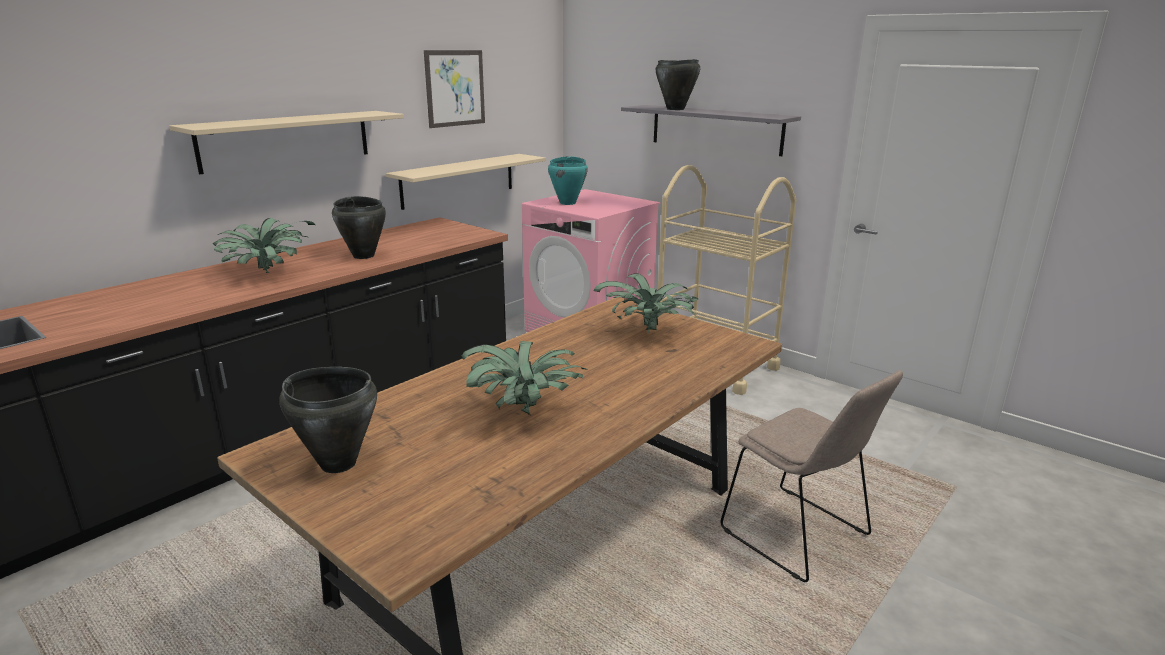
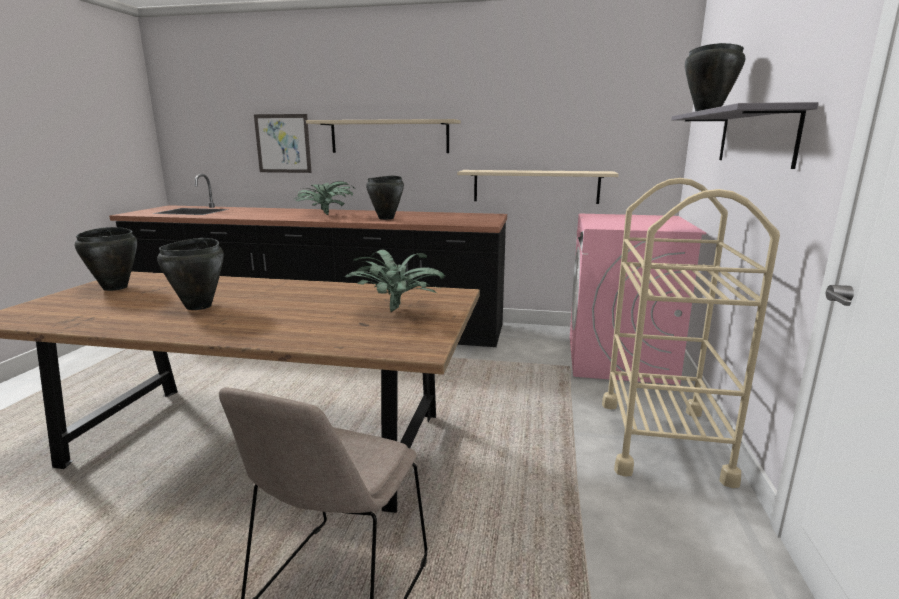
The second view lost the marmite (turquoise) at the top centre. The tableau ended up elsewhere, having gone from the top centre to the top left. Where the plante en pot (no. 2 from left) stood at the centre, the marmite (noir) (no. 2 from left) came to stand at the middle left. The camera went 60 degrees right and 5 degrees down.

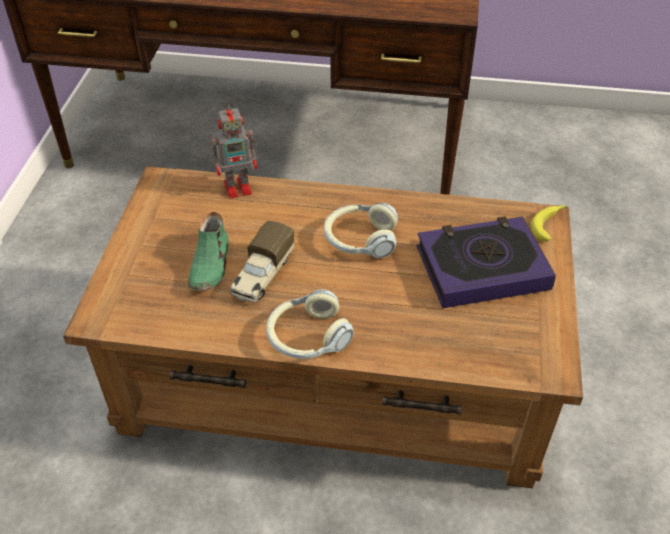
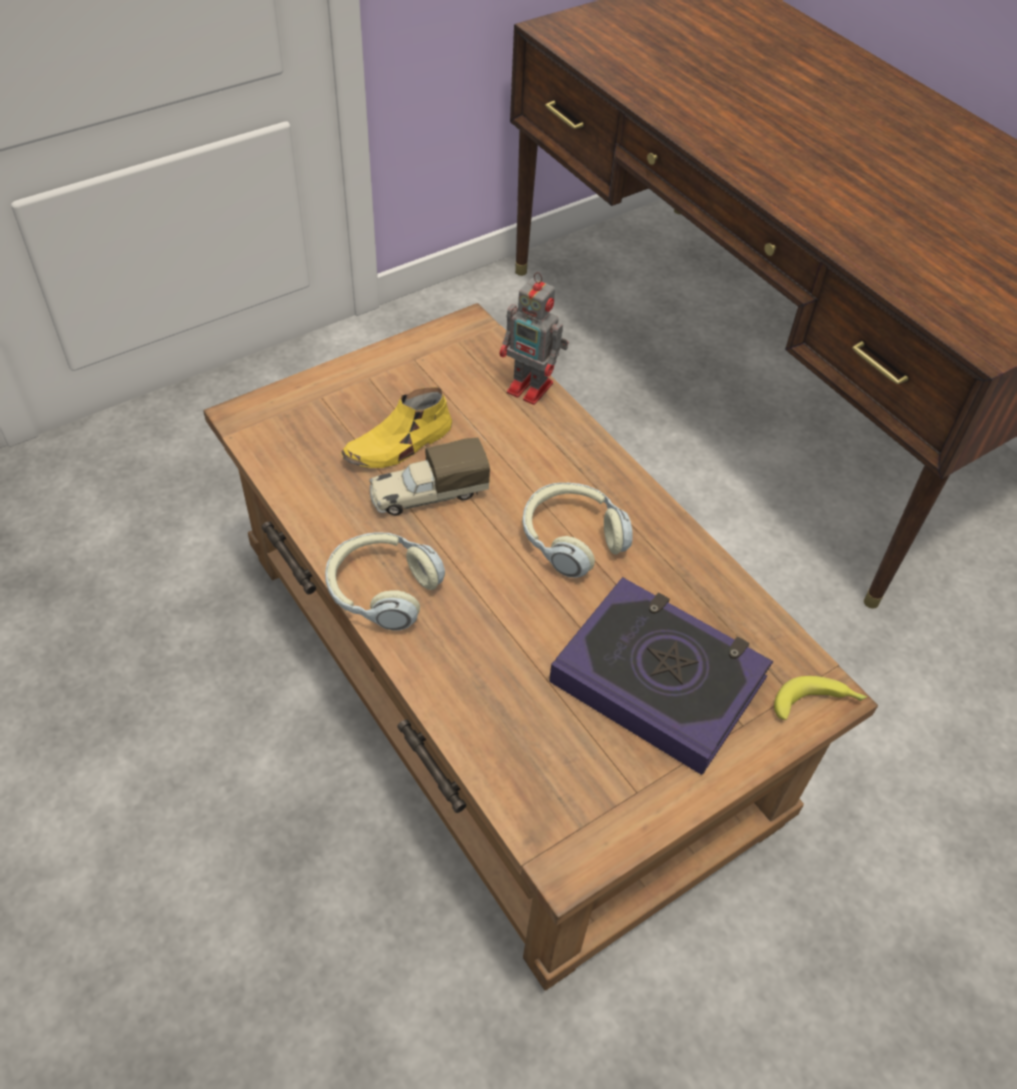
What was the chaussure (vert) at the middle left turned into the chaussure (jaune) at the centre. The camera went 45 degrees right and 5 degrees up.

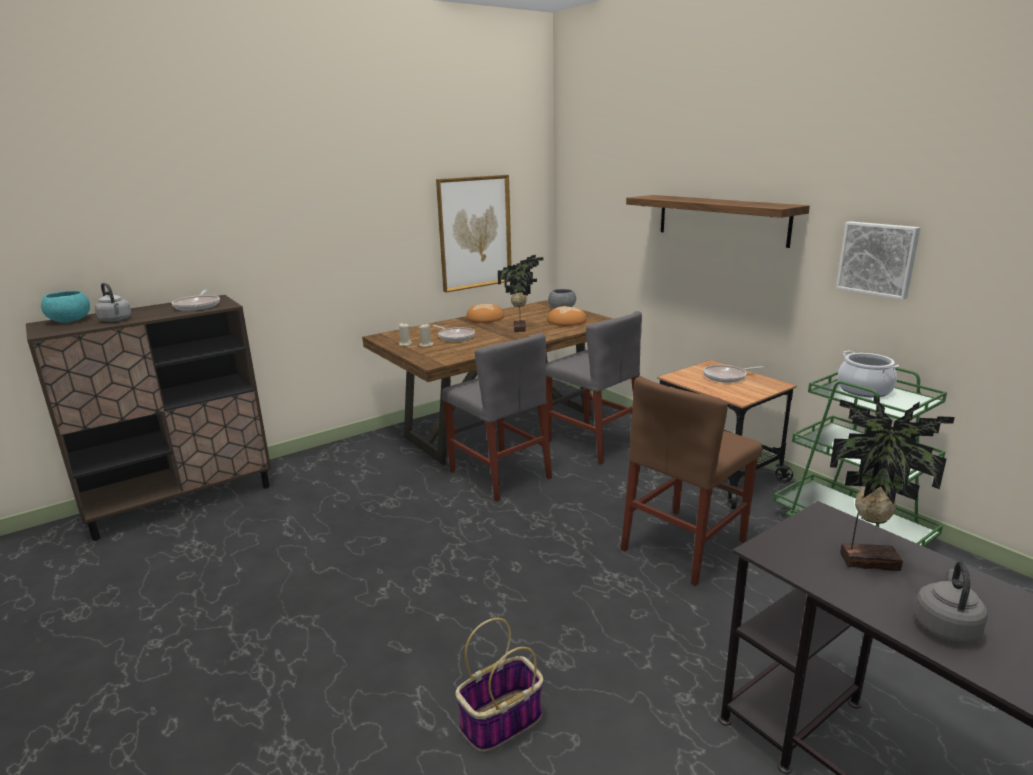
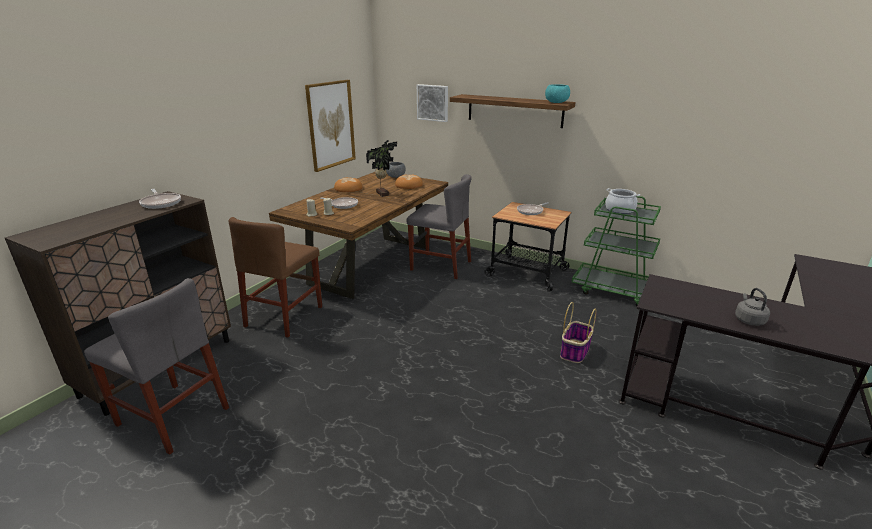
The second view lost the bouilloire (gris) (no. 1 from left) at the middle left. The second view lost the plante en pot (no. 2 from left) at the middle right. The bol (turquoise) ended up elsewhere, having gone from the middle left to the top centre. The chaise (gris) (no. 1 from left) ended up elsewhere, having gone from the centre to the bottom left. The panier ended up elsewhere, having gone from the bottom centre to the centre. The chaise (marron) ended up elsewhere, having gone from the middle right to the middle left. The tableau (no. 2 from left) ended up elsewhere, having gone from the middle right to the top centre. The camera went 25 degrees left and 5 degrees up.

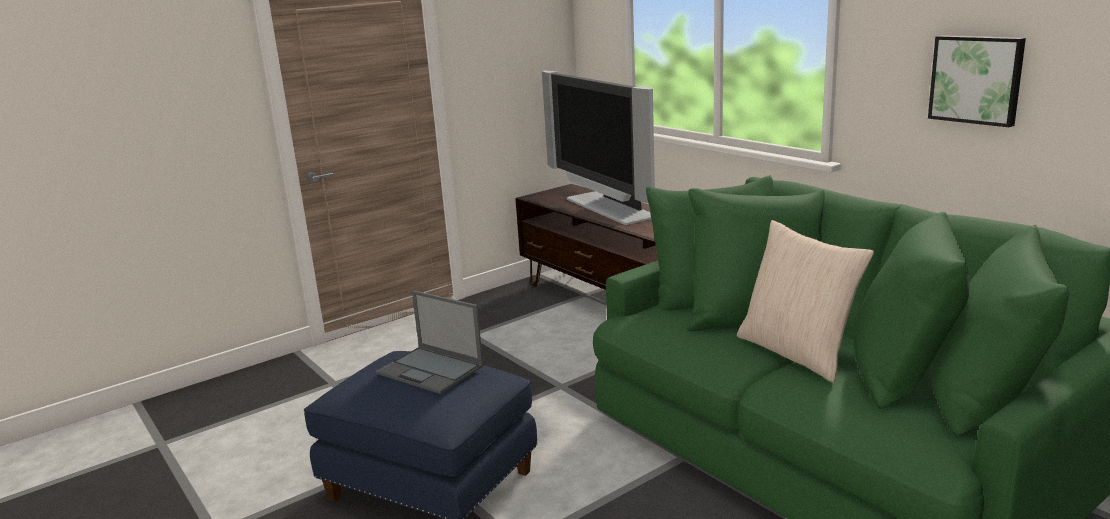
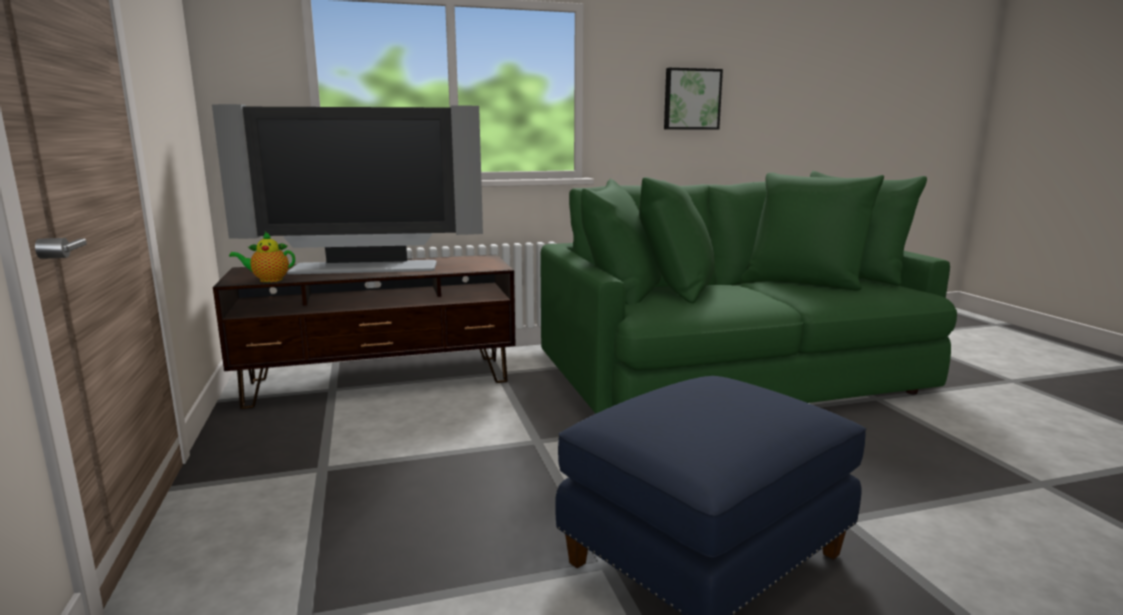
The second view lost the ordinateur portable at the centre. The second view lost the coussin (beige) at the middle right. The second view gained the théière at the middle left. The camera went 70 degrees left and 5 degrees down.

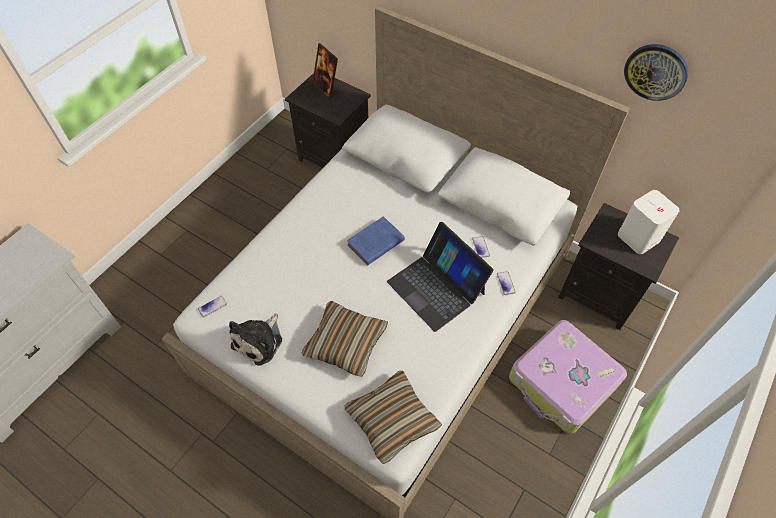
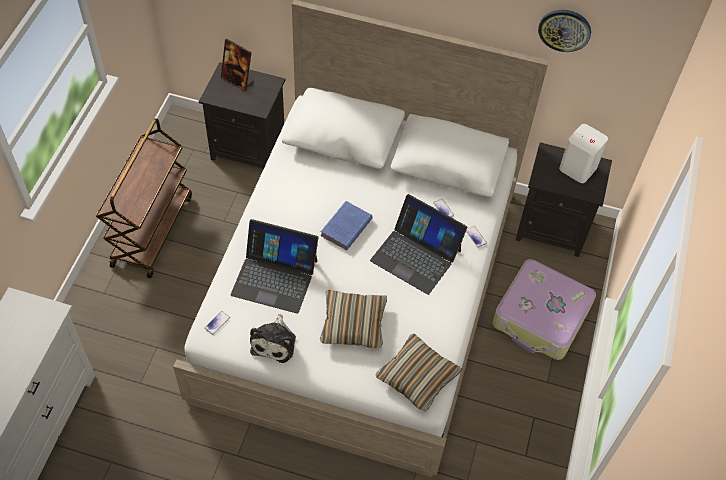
The second view gained the chariot (marron) at the middle left. The second view gained the ordinateur portable (no. 1 from left) at the centre. The camera went 20 degrees left and 0 degrees up.

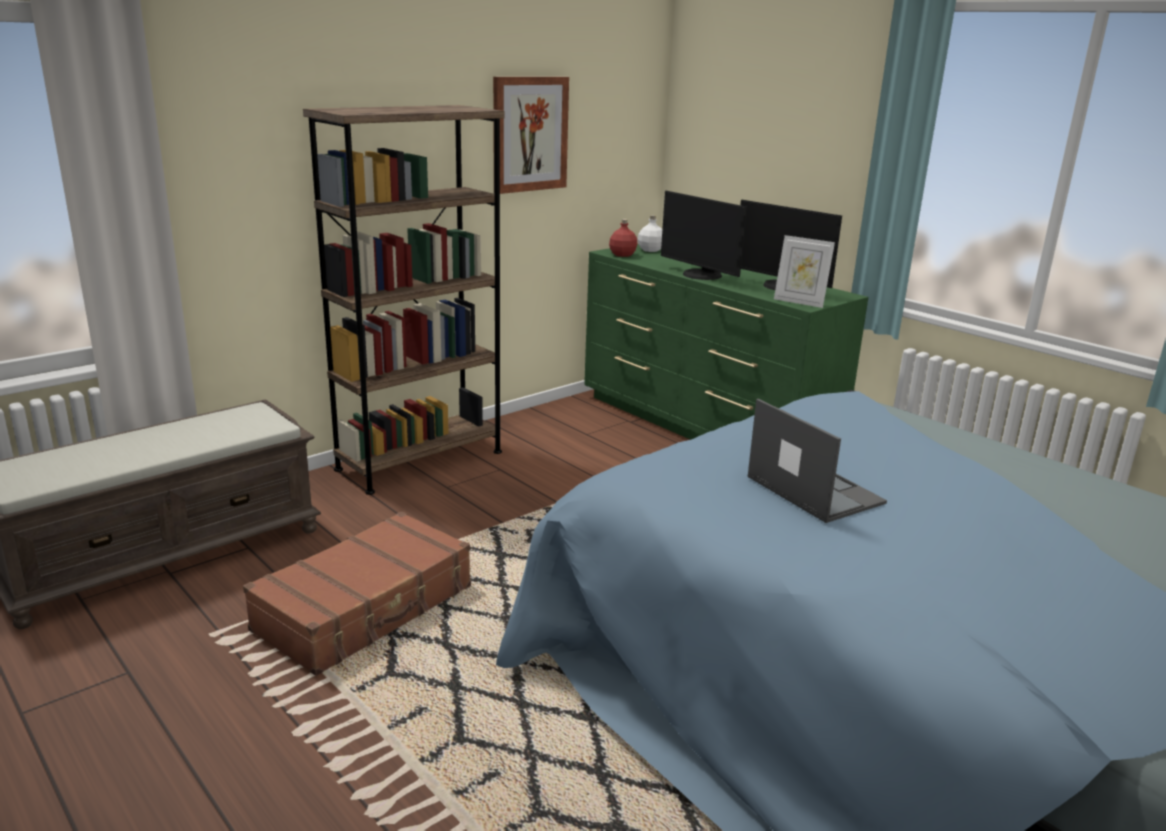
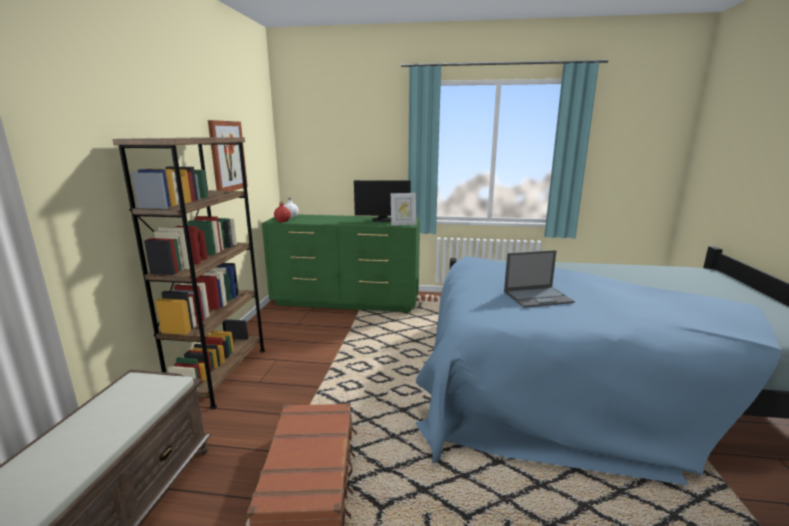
The second view lost the écran d'ordinateur (no. 1 from left) at the top centre. The ordinateur portable at the middle right ended up facing another way, 150 degrees clockwise from before. The camera went 40 degrees left and 5 degrees down.

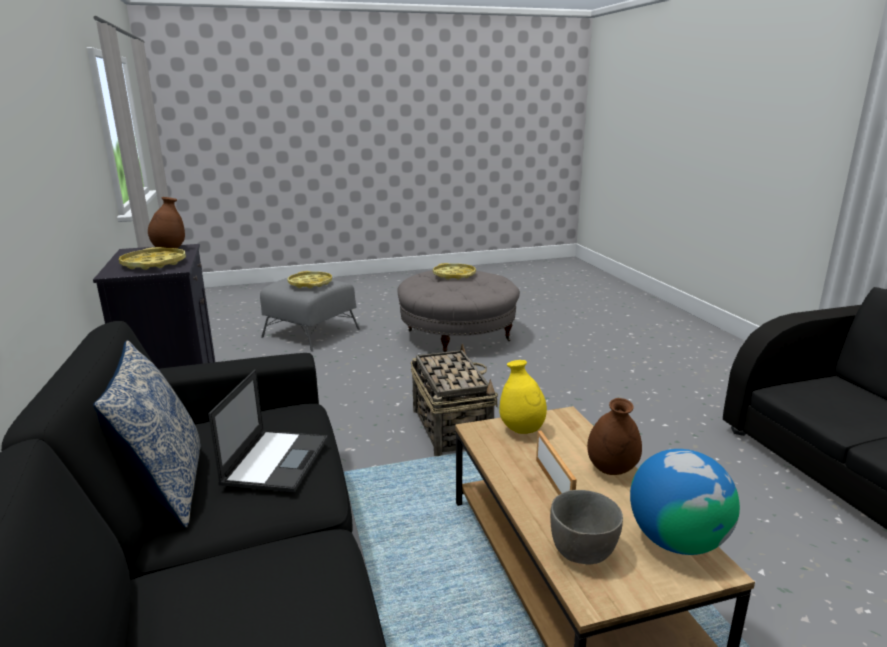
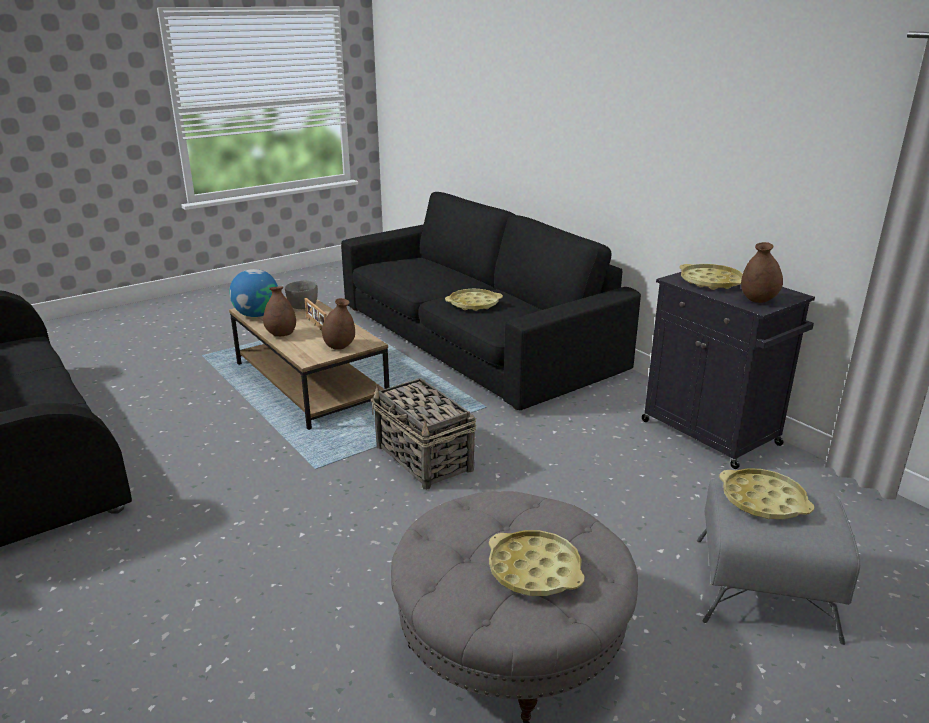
The second view lost the coussin at the bottom left. Where the ordinateur portable stood at the middle left, the plateau (jaune) (no. 1 from left) came to stand at the centre. What was the vase (jaune) at the centre turned into the vase (marron) (no. 2 from left) at the centre. The camera went 160 degrees right and 5 degrees up.

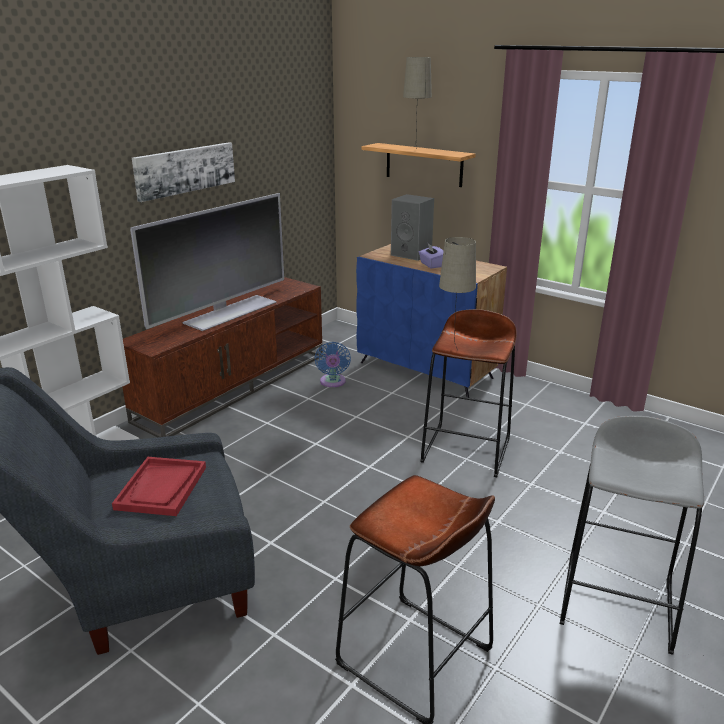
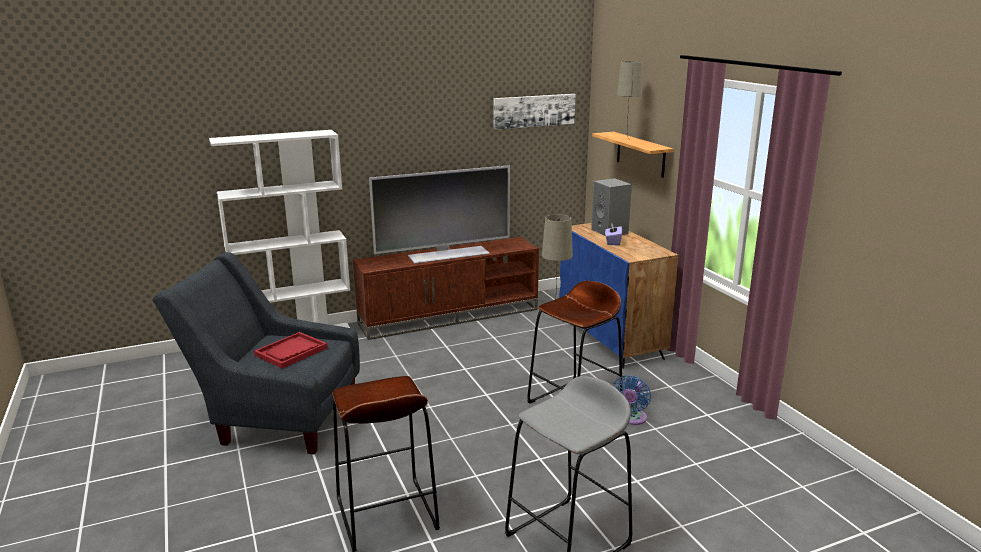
The tableau ended up elsewhere, having gone from the top left to the top centre. The ventilateur (bleu) ended up elsewhere, having gone from the centre to the bottom centre. The camera went 30 degrees right and 5 degrees down.

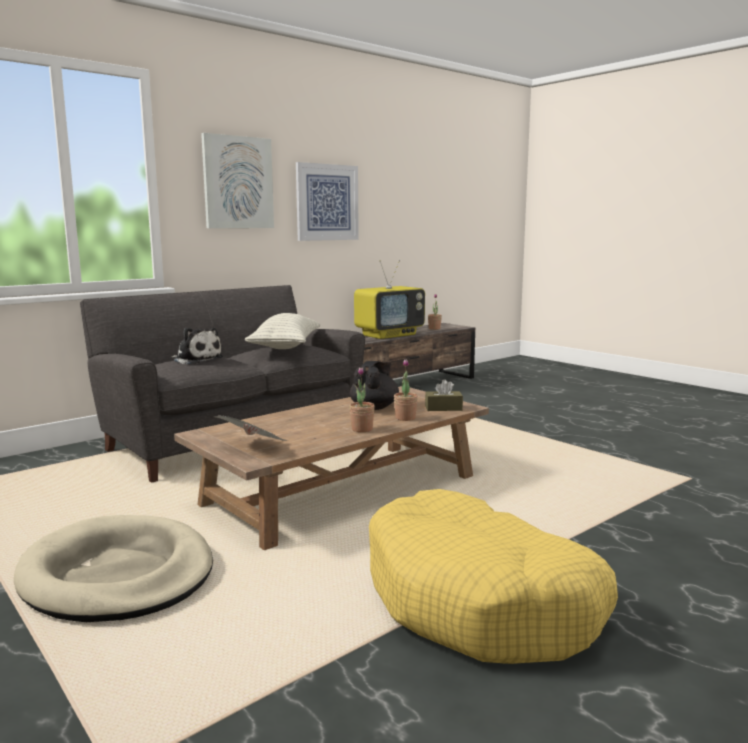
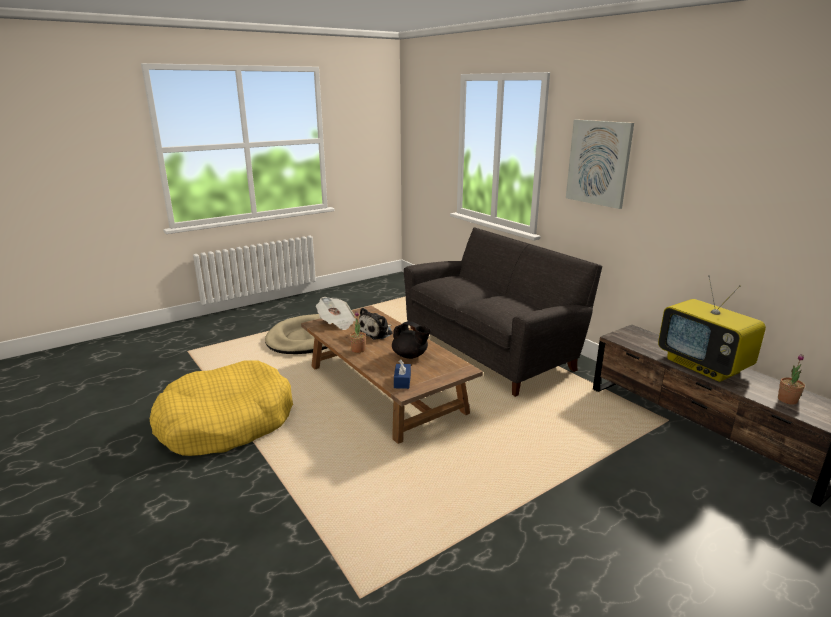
The second view lost the coussin at the centre. The second view lost the tableau (no. 2 from left) at the top centre. The second view lost the plante en pot (no. 2 from left) at the centre. The peluche ended up elsewhere, having gone from the middle left to the centre. What was the boîte à mouchoirs (marron) at the centre turned into the boîte à mouchoirs (bleu) at the centre. The camera went 95 degrees right and 10 degrees up.

